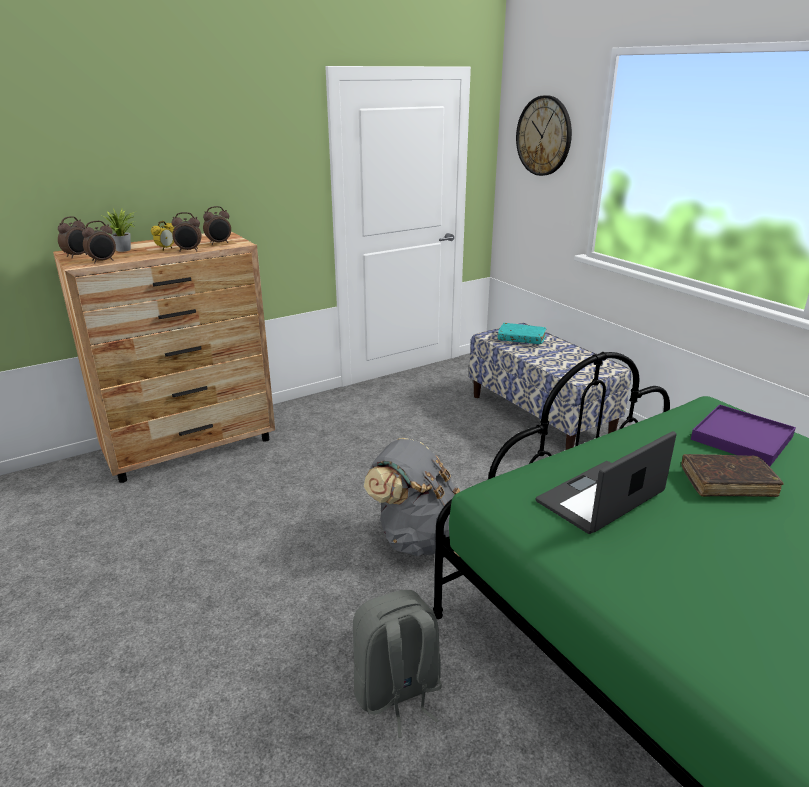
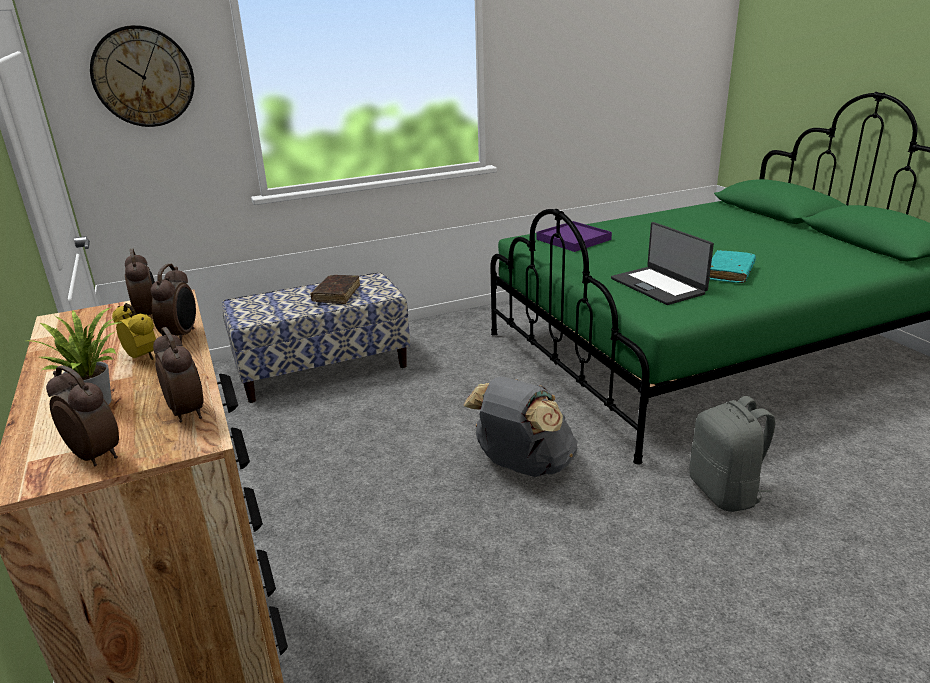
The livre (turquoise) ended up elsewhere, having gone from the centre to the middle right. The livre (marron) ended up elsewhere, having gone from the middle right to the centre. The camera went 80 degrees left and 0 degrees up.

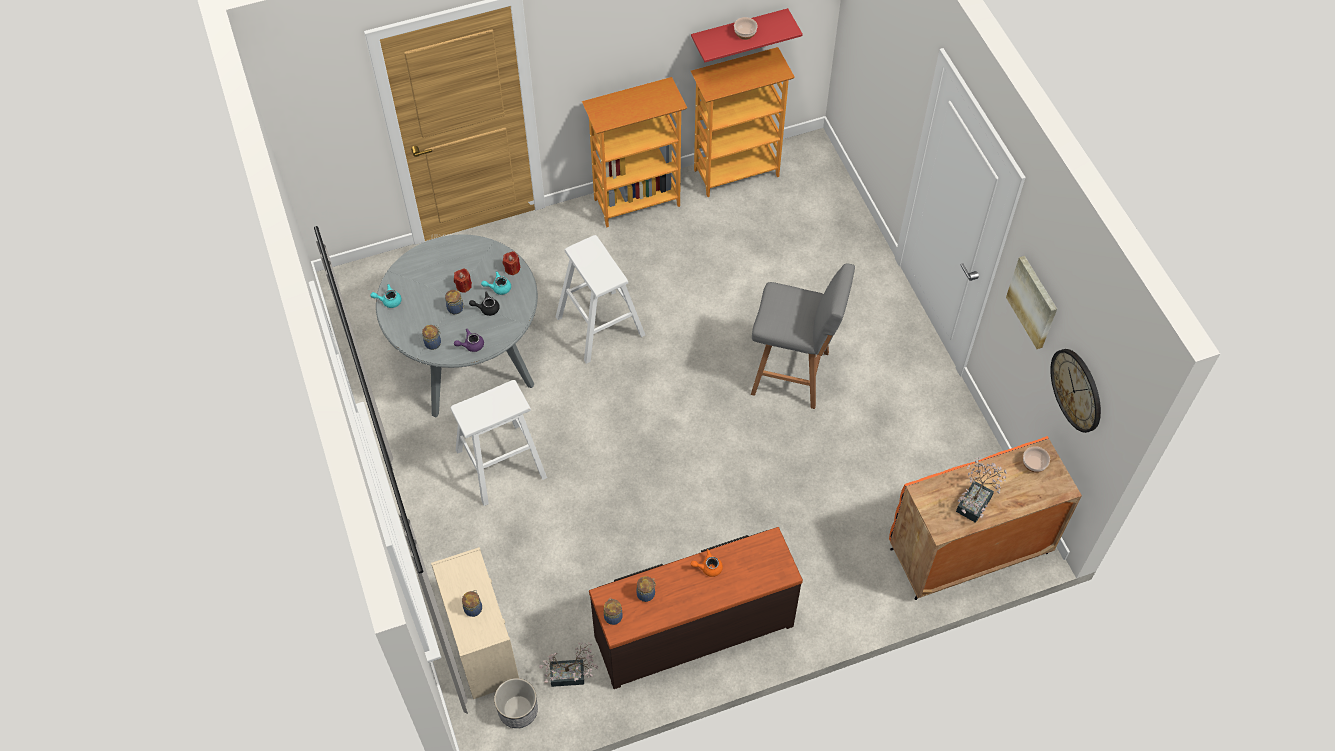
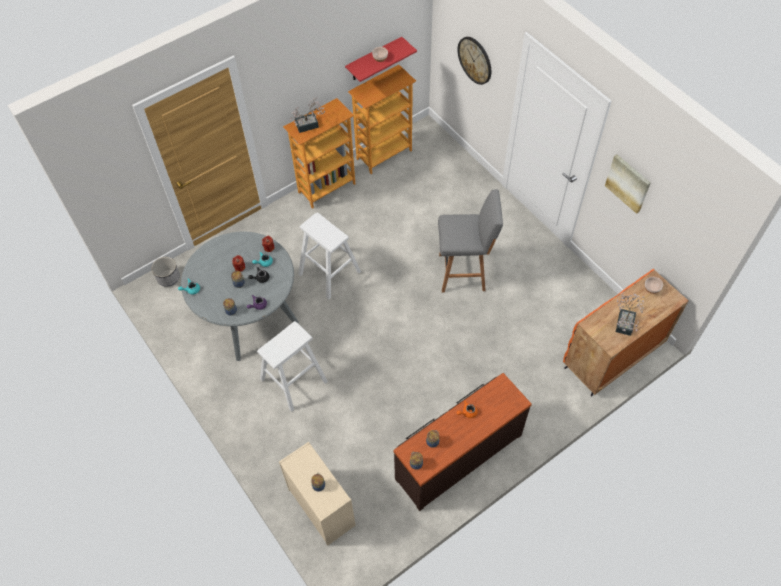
The cache-pot ended up elsewhere, having gone from the bottom centre to the middle left. The plante en pot (no. 1 from left) ended up elsewhere, having gone from the bottom centre to the top centre. The horloge murale ended up elsewhere, having gone from the middle right to the top centre. The camera went 15 degrees left and 0 degrees up.

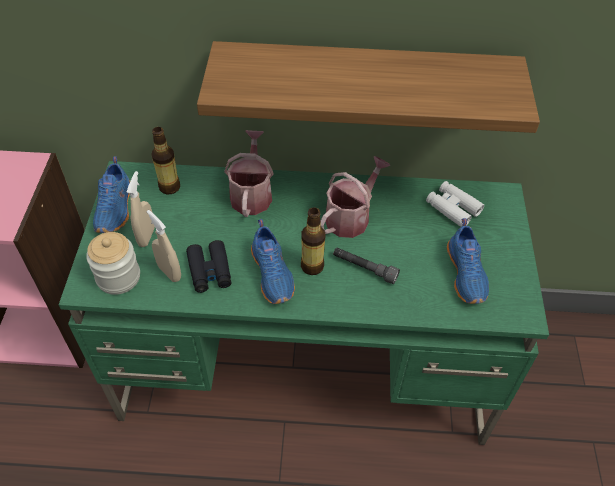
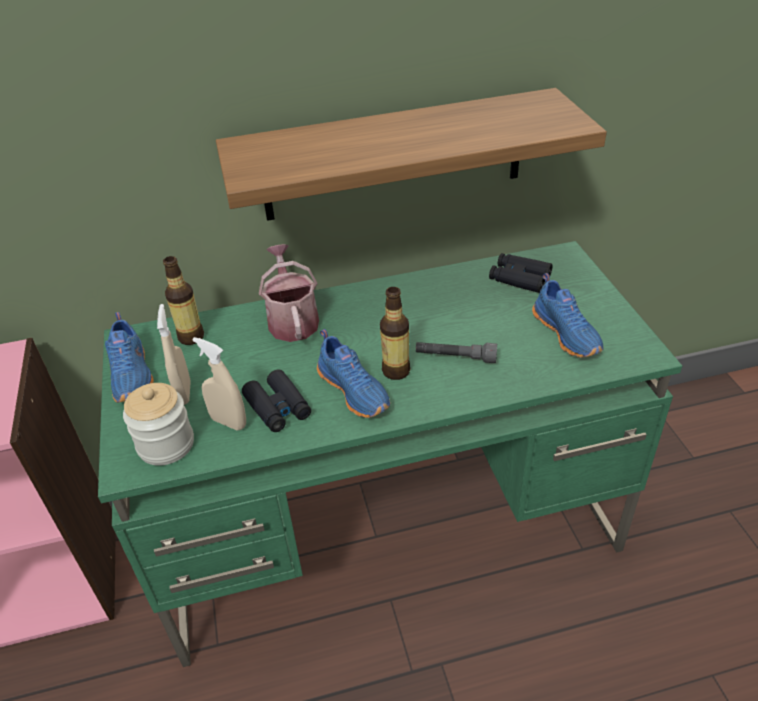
The second view lost the arrosoir (no. 2 from left) at the centre. What was the jumelles (blanc) at the middle right turned into the jumelles (noir) (no. 2 from left) at the middle right. The camera went 15 degrees left and 10 degrees down.

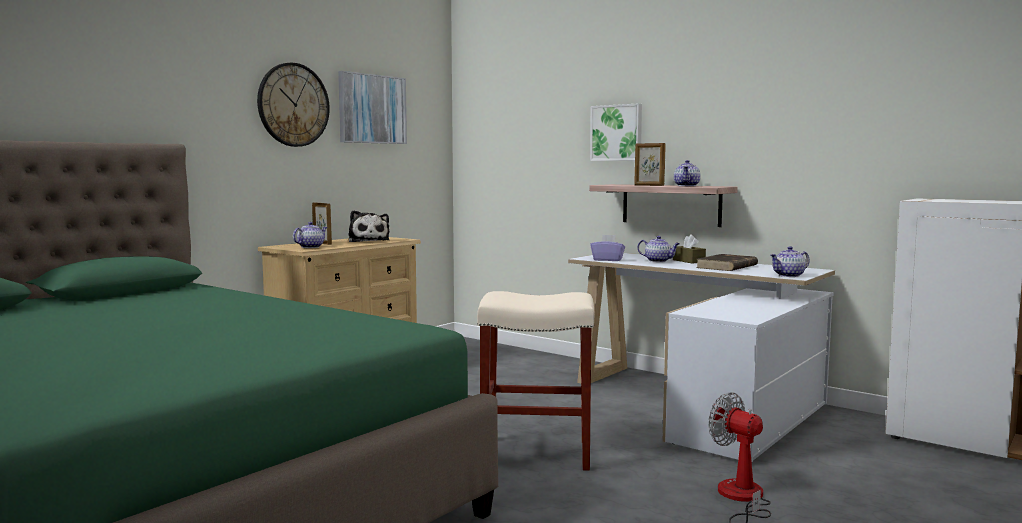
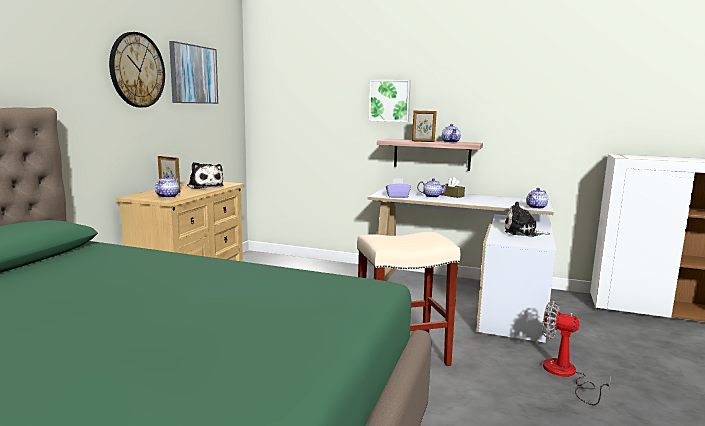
The second view lost the livre (marron) at the middle right. The second view gained the peluche (no. 2 from left) at the middle right. The camera went 20 degrees left and 5 degrees up.

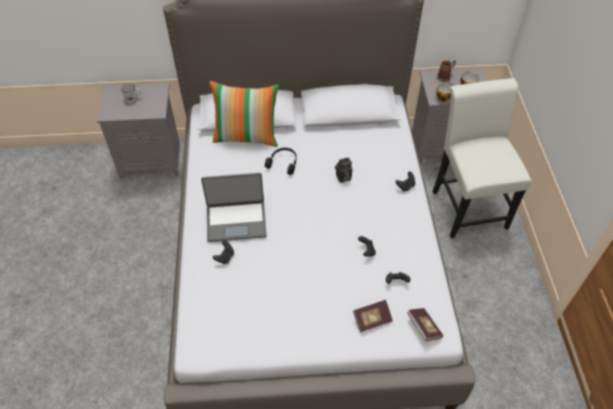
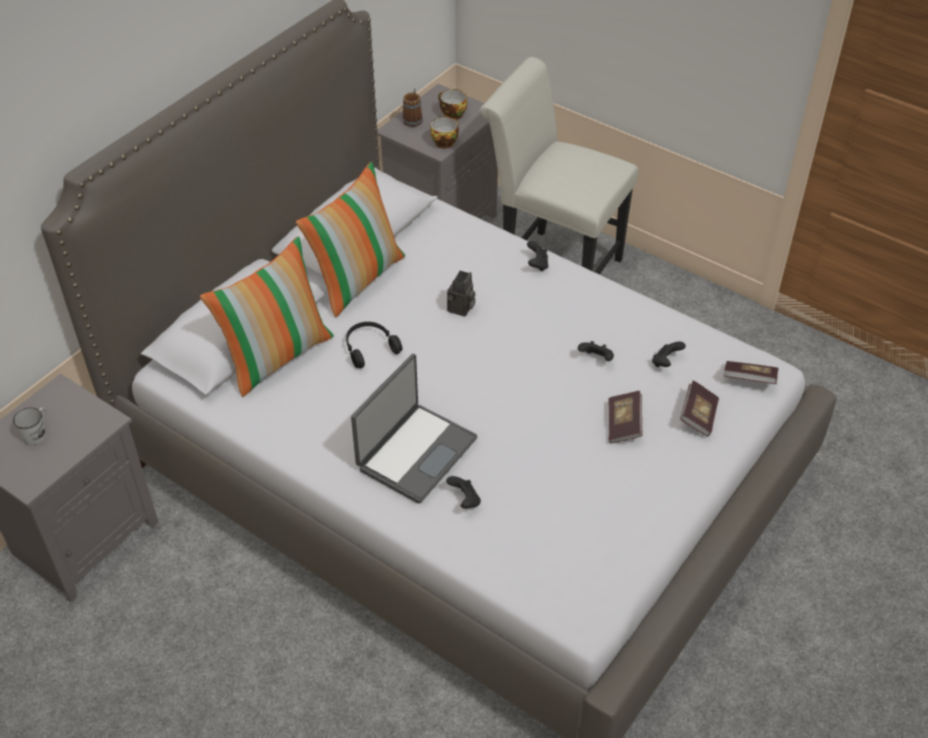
The second view gained the coussin (no. 2 from left) at the top centre. The second view gained the livre (no. 1 from left) at the middle right. The camera went 50 degrees left and 5 degrees down.

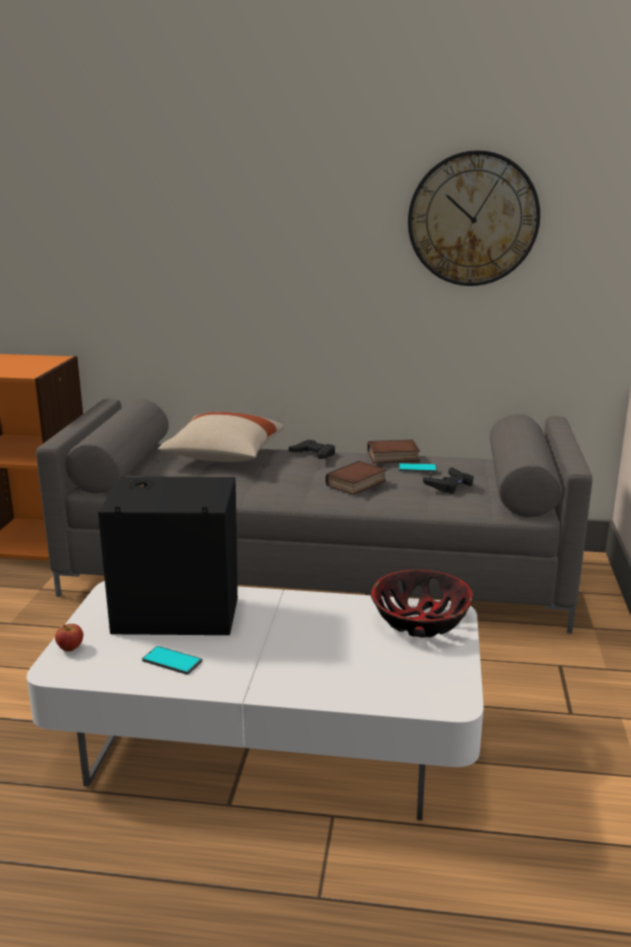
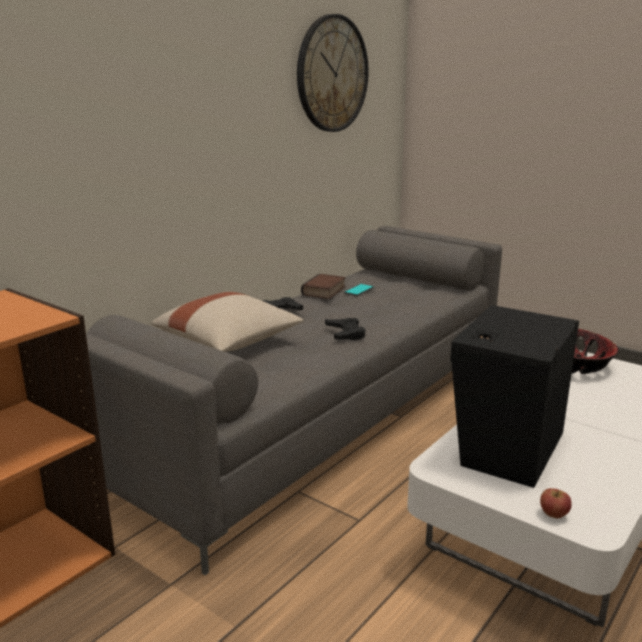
The second view lost the téléphone (no. 1 from left) at the bottom left. The second view lost the livre (no. 1 from left) at the centre. The manette (noir) (no. 2 from left) ended up elsewhere, having gone from the middle right to the centre. The camera went 60 degrees left and 0 degrees up.

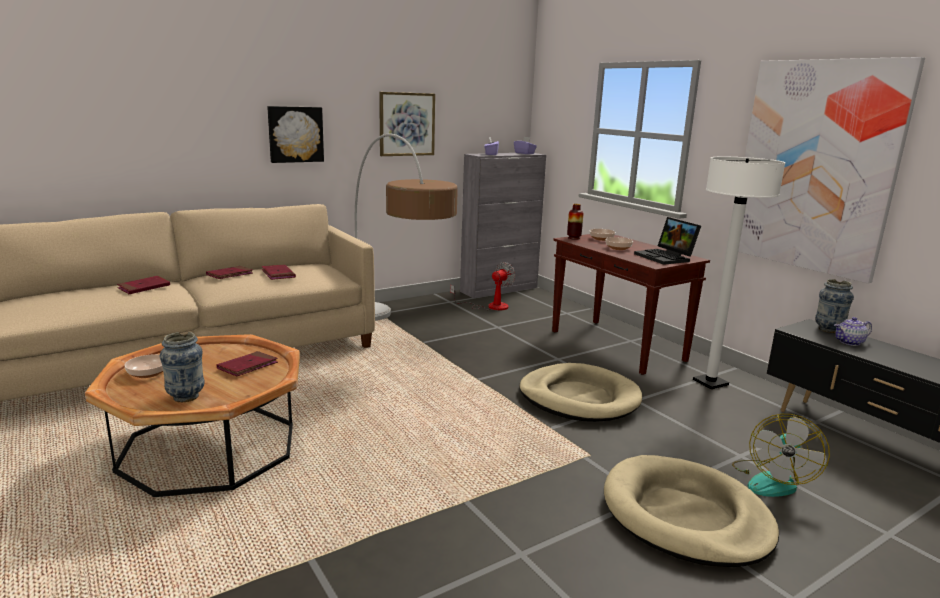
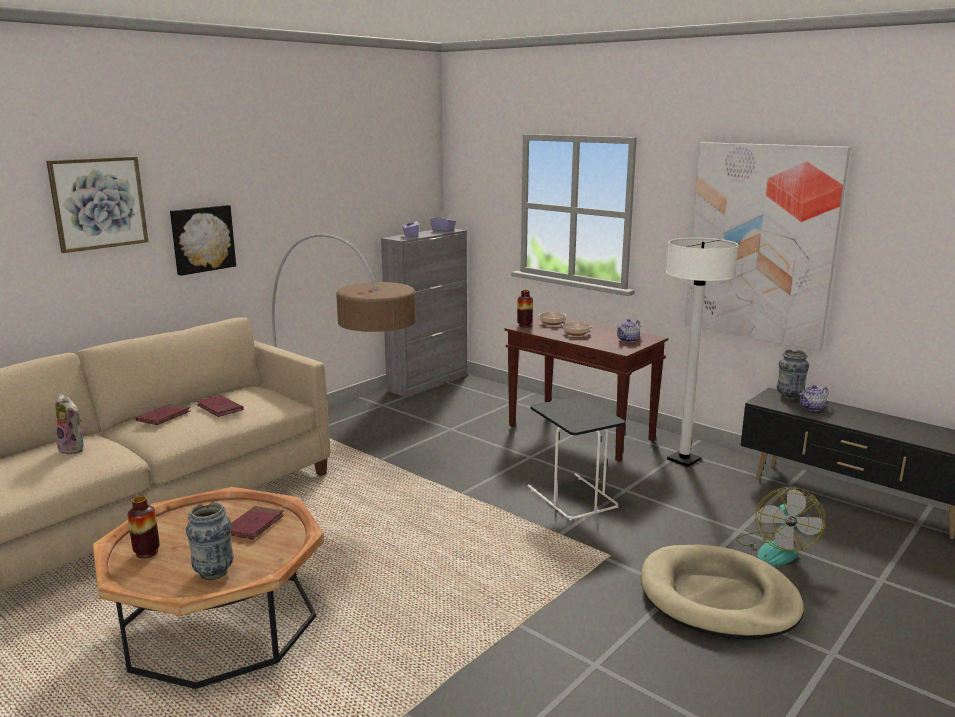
The second view lost the ventilateur (no. 1 from left) at the centre. The tableau (no. 2 from left in the first image) ended up elsewhere, having gone from the top centre to the top left. Where the livre (rouge) (no. 1 from left) stood at the middle left, the peluche came to stand at the middle left. Where the bol (no. 1 from left) stood at the middle left, the vase (no. 1 from left) came to stand at the bottom left. Where the panier pour chien (beige) (no. 1 from left) stood at the centre, the table d'appoint (noir) came to stand at the centre. Where the ordinateur portable stood at the middle right, the théière (no. 1 from left) came to stand at the centre. The camera went 15 degrees left and 0 degrees up.

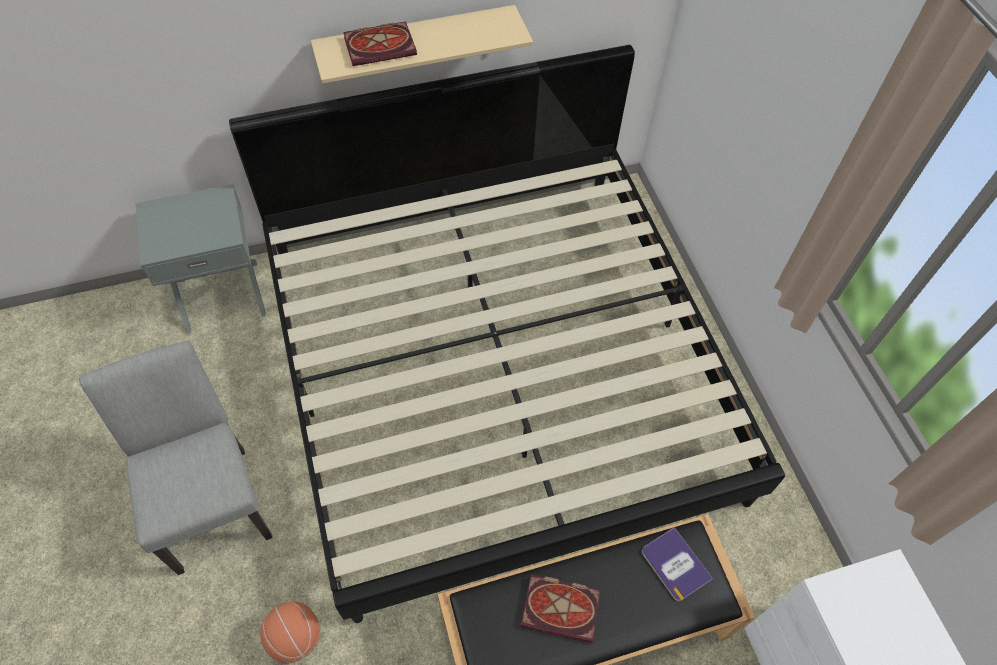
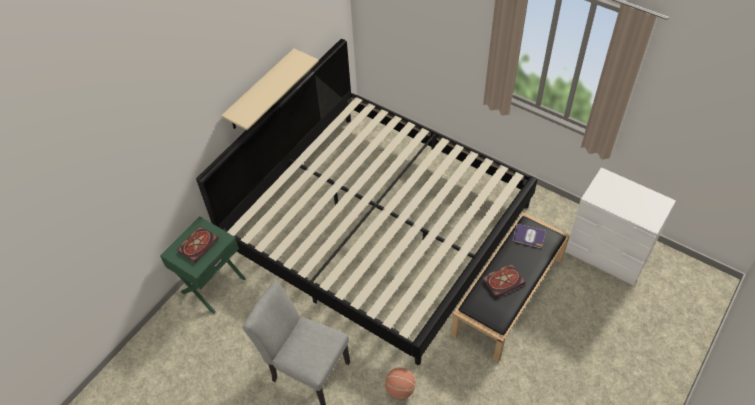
The livre (no. 1 from left) ended up elsewhere, having gone from the top centre to the middle left. What was the table de chevet (gris) at the middle left turned into the table de chevet (vert) at the middle left. The camera went 35 degrees left and 5 degrees down.

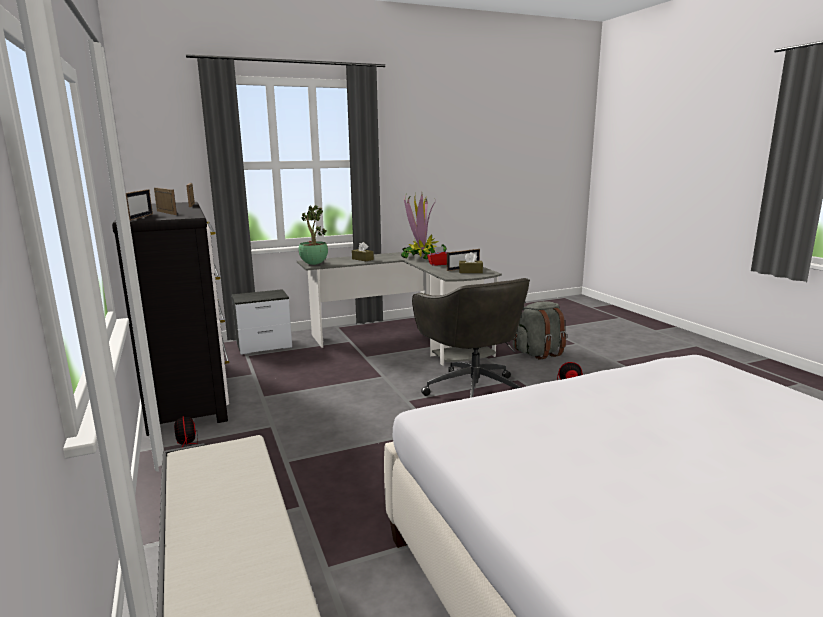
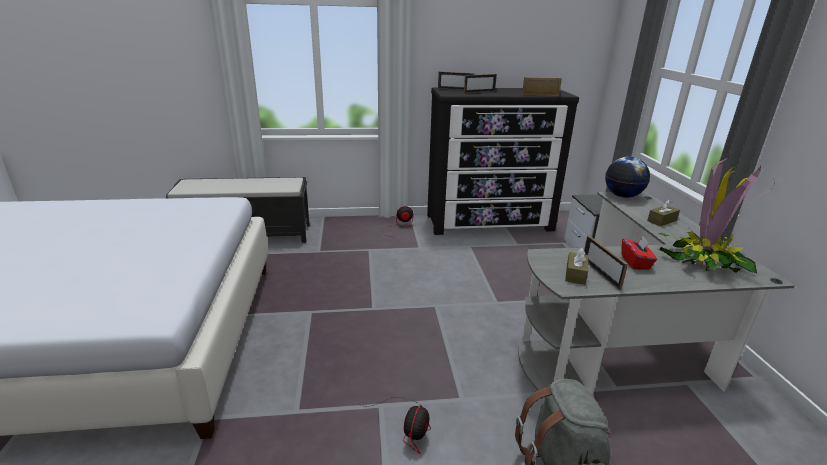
The second view lost the chaise de bureau (gris) at the centre. Where the plante en pot (no. 1 from left) stood at the centre, the globe came to stand at the middle right. The camera went 105 degrees right and 10 degrees up.

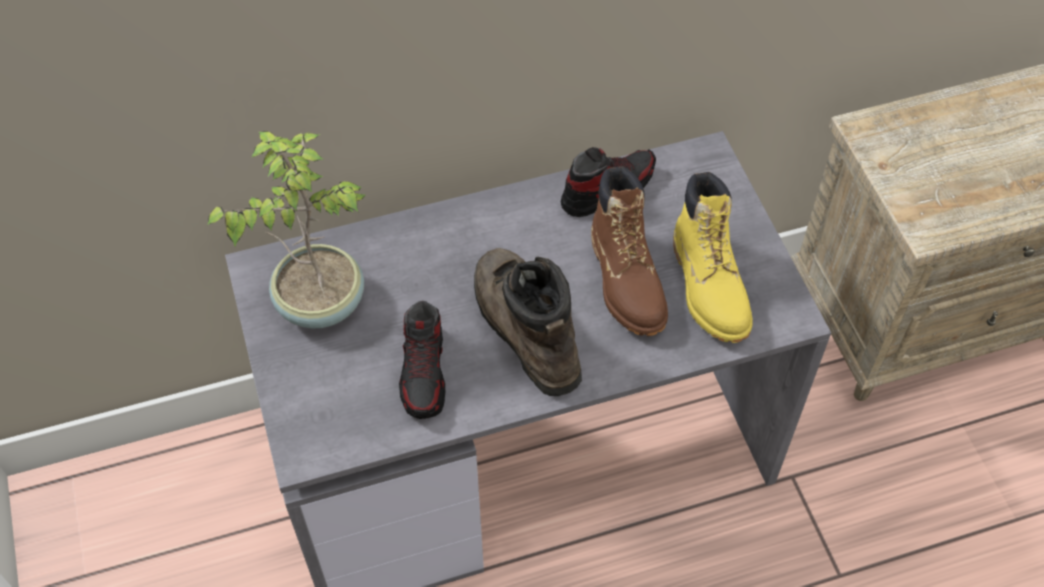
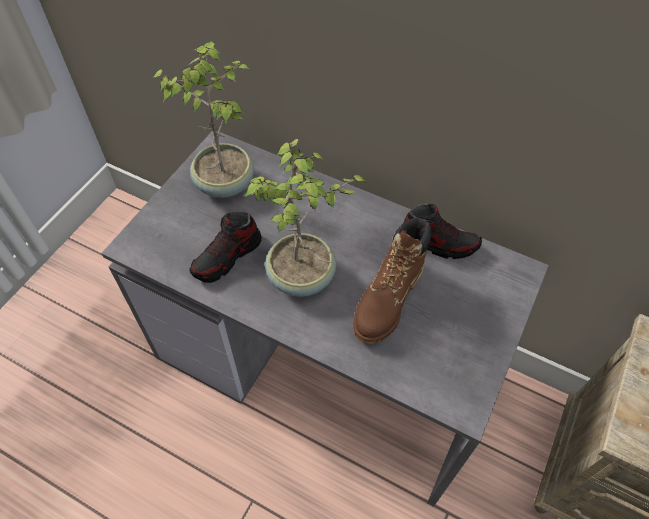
The second view lost the botte (jaune) at the middle right. Where the botte (marron) (no. 1 from left) stood at the centre, the plante en pot (no. 2 from left) came to stand at the centre. The camera went 45 degrees right and 0 degrees up.

